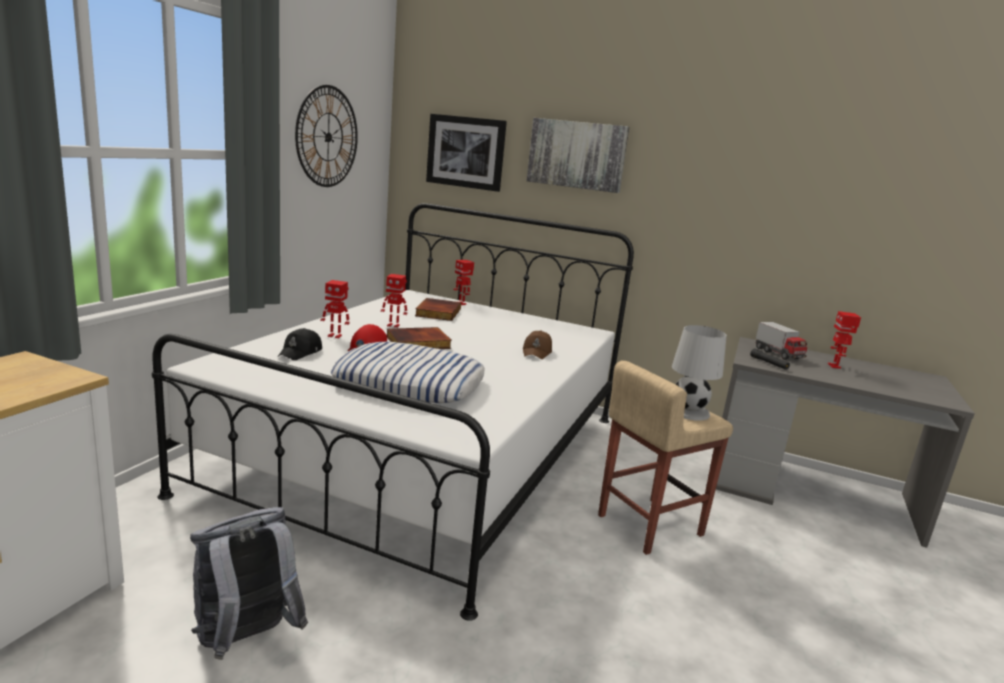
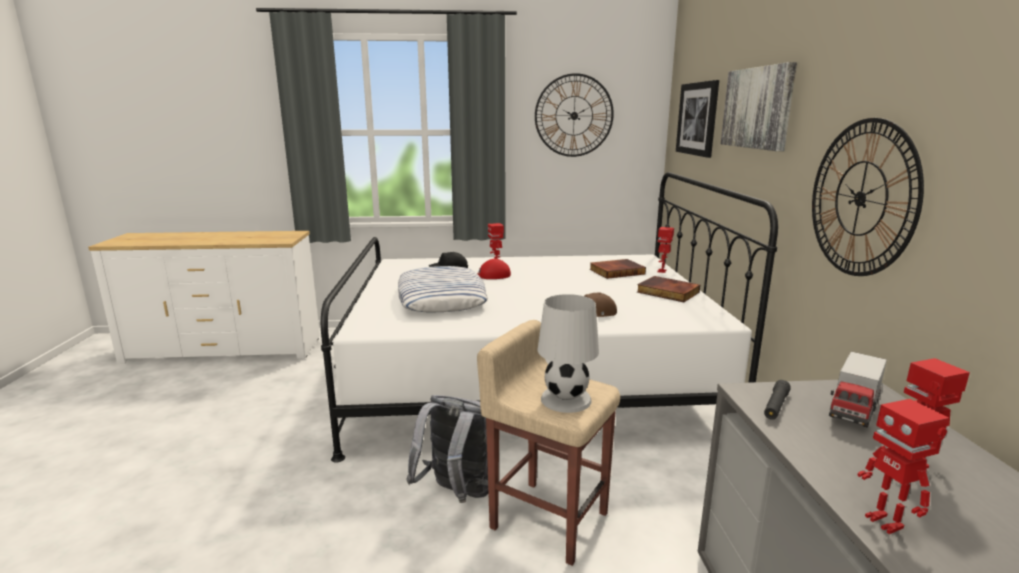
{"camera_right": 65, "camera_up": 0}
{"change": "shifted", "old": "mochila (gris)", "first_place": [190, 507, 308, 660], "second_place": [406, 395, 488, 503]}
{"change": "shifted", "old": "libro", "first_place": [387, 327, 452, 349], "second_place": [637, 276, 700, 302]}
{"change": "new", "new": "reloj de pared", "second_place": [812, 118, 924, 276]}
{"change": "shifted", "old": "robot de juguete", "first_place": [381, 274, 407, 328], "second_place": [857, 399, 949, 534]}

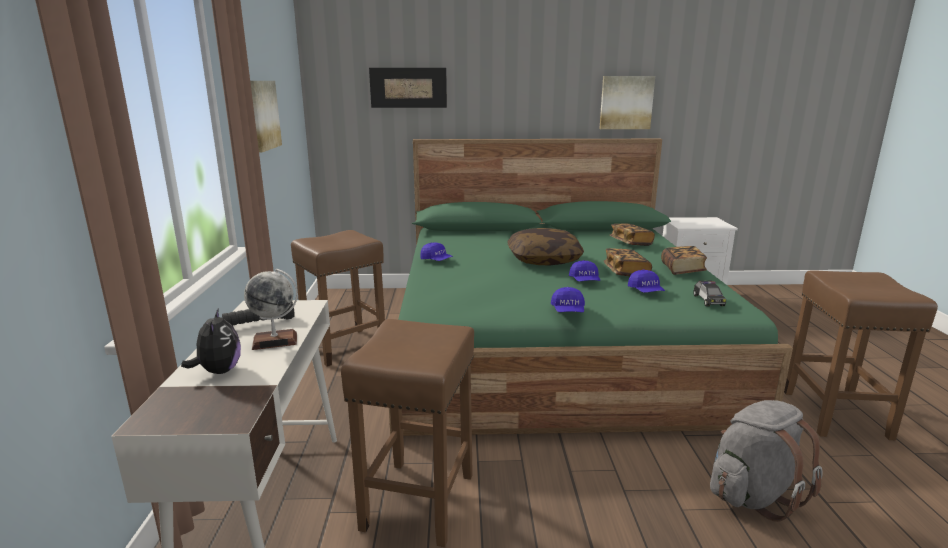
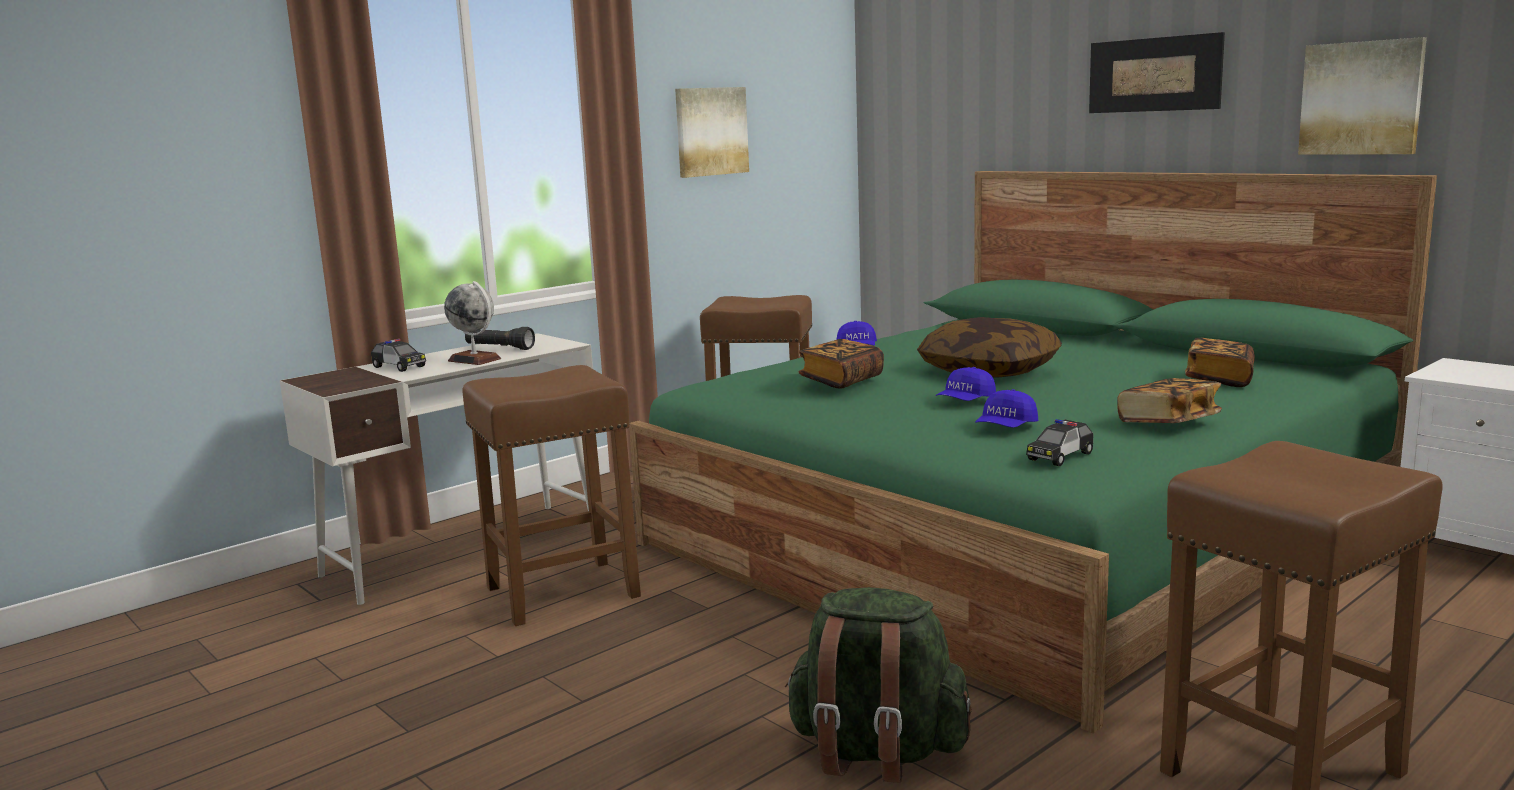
{"camera_right": 50, "camera_up": -5}
{"change": "swapped", "old": "peluche", "new": "coche de juguete", "first_place": [181, 307, 241, 374], "second_place": [371, 339, 426, 372]}
{"change": "repainted", "old": "mochila (gris)", "new": "mochila (verde)", "first_place": [710, 400, 823, 522], "second_place": [785, 587, 972, 783]}
{"change": "shifted", "old": "libro", "first_place": [604, 248, 652, 276], "second_place": [799, 339, 884, 389]}
{"change": "shifted", "old": "cuadro", "first_place": [369, 68, 447, 108], "second_place": [1089, 32, 1225, 113]}
{"change": "gone", "old": "gorra (azul)", "first_place": [551, 287, 585, 312]}

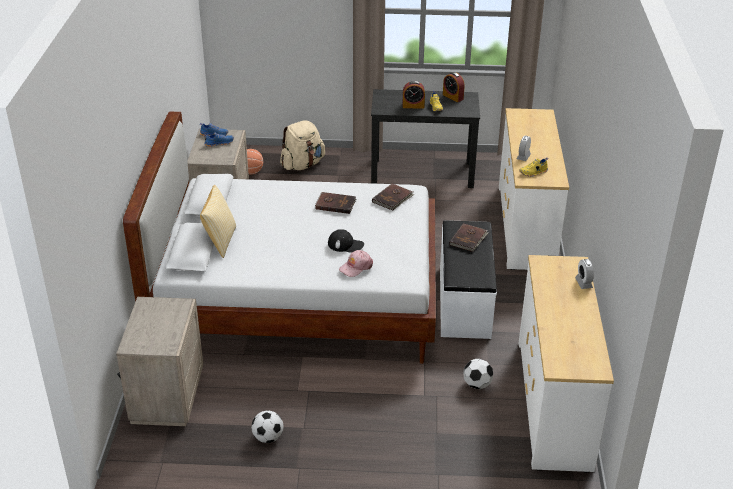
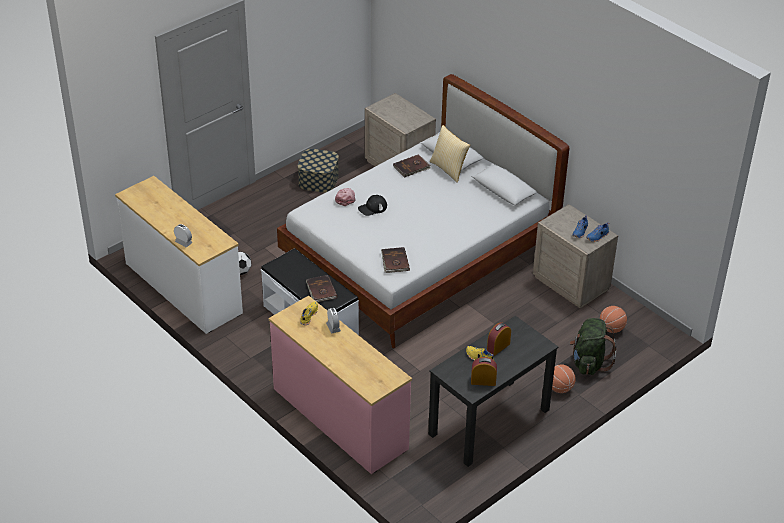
{"camera_right": 135, "camera_up": 5}
{"change": "repainted", "old": "cómoda (blanco)", "new": "cómoda (rosa)", "first_place": [499, 108, 569, 270], "second_place": [269, 295, 412, 474]}
{"change": "swapped", "old": "balón de fútbol", "new": "caja de almacenaje", "first_place": [251, 411, 283, 443], "second_place": [297, 149, 339, 193]}
{"change": "shifted", "old": "libro (marrón)", "first_place": [315, 192, 356, 214], "second_place": [393, 155, 431, 177]}
{"change": "new", "new": "balón de baloncesto", "second_place": [552, 365, 576, 393]}
{"change": "repainted", "old": "mochila (beis)", "new": "mochila (verde)", "first_place": [280, 120, 325, 170], "second_place": [570, 318, 616, 375]}

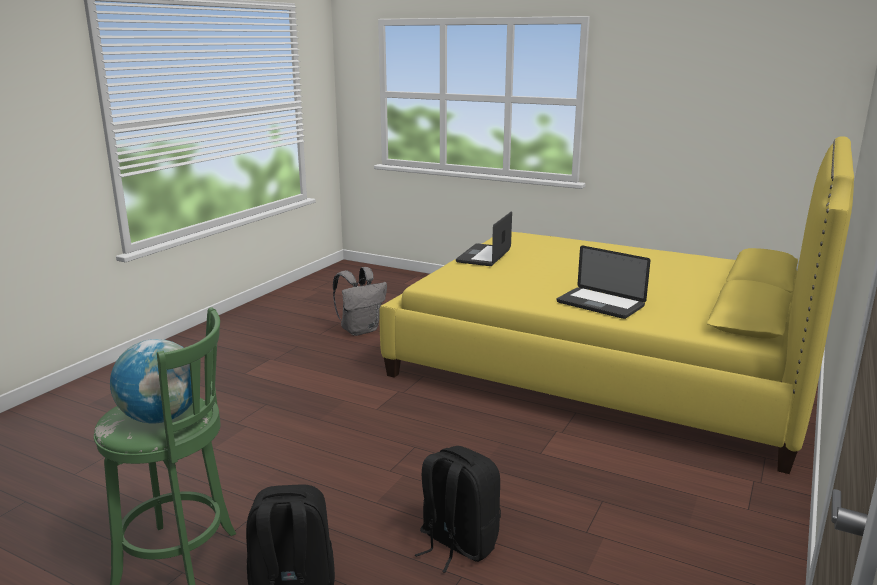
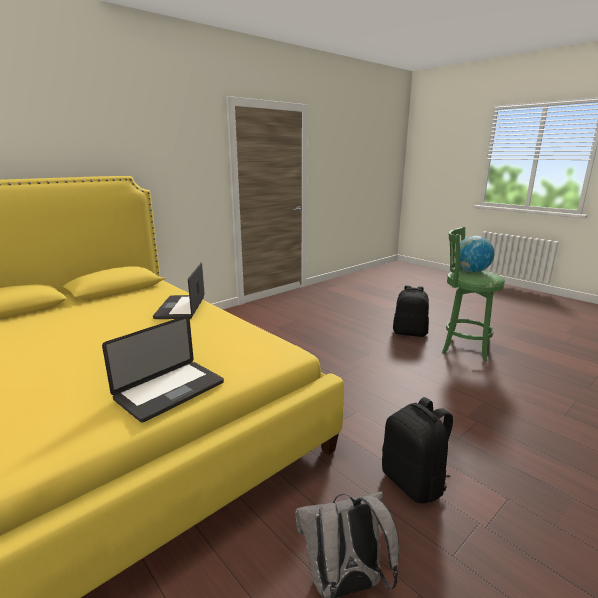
{"camera_right": -160, "camera_up": 0}
{"change": "rotated", "old": "portátil", "first_place": [557, 245, 650, 319], "second_place": [153, 263, 205, 319], "degrees": -150}
{"change": "shifted", "old": "mochila (negro)", "first_place": [415, 446, 501, 573], "second_place": [382, 397, 453, 503]}

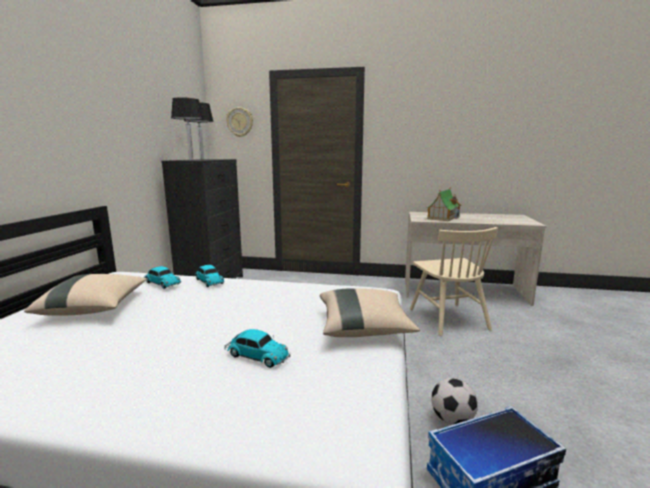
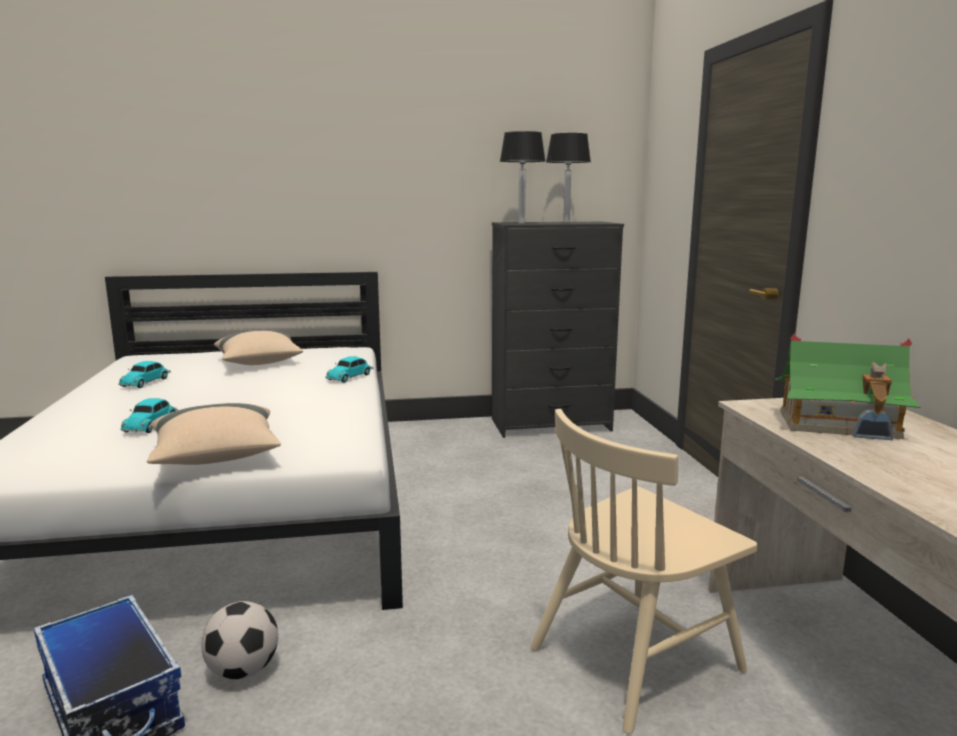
{"camera_right": 70, "camera_up": 0}
{"change": "shifted", "old": "coche de juguete", "first_place": [143, 266, 181, 289], "second_place": [118, 361, 171, 388]}
{"change": "gone", "old": "reloj de pared", "first_place": [226, 107, 253, 137]}

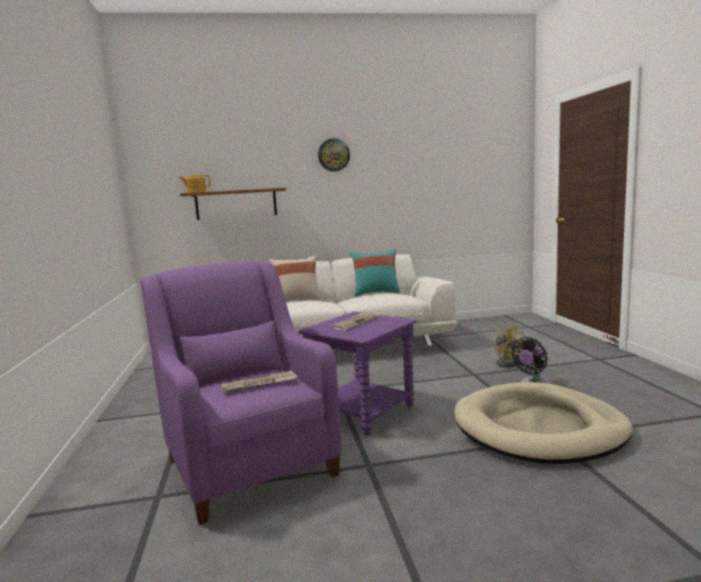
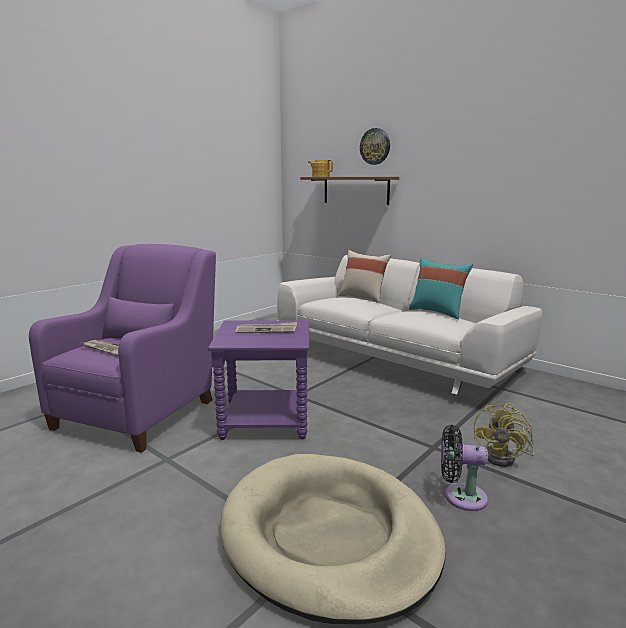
{"camera_right": 50, "camera_up": 5}
{"change": "shifted", "old": "reloj de pared", "first_place": [318, 138, 350, 172], "second_place": [360, 128, 390, 165]}

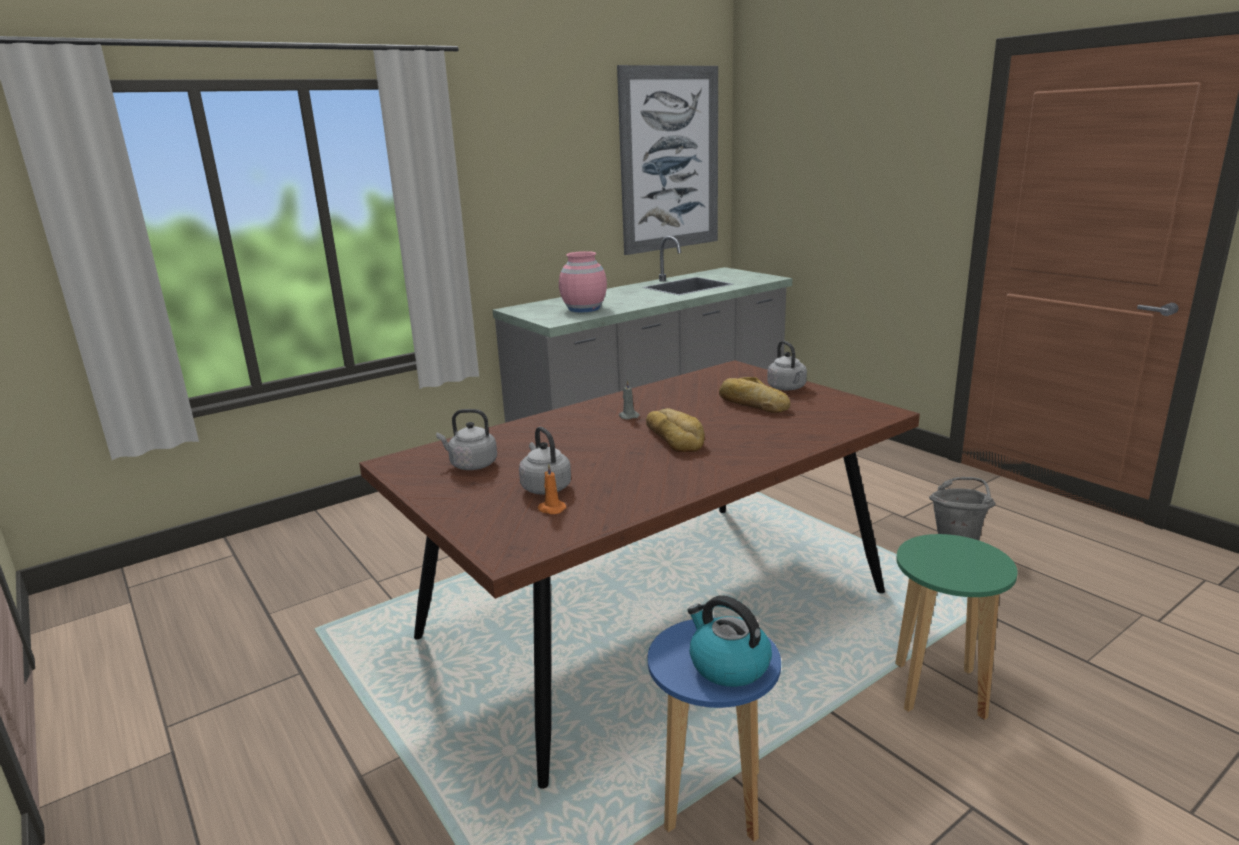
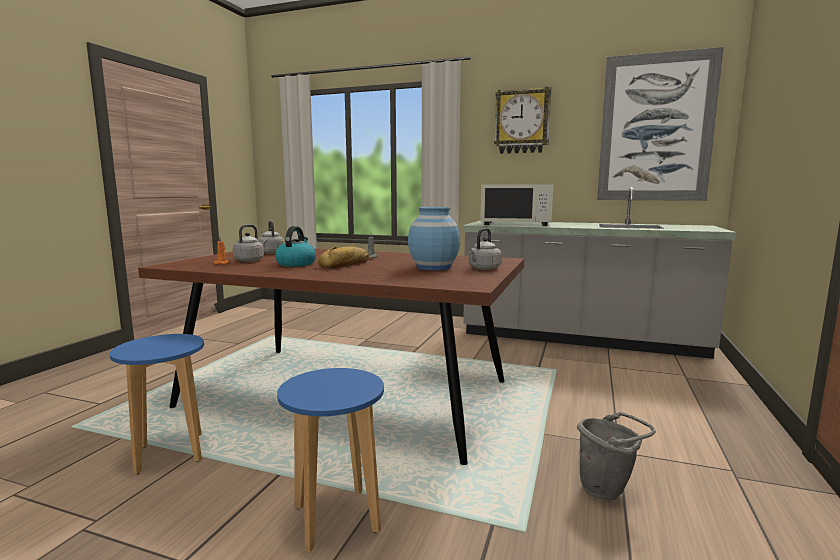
{"camera_right": 55, "camera_up": -10}
{"change": "shifted", "old": "hervidor", "first_place": [688, 595, 772, 687], "second_place": [275, 226, 316, 267]}
{"change": "repainted", "old": "taburete (verde)", "new": "taburete (azul)", "first_place": [895, 534, 1018, 720], "second_place": [277, 368, 384, 553]}
{"change": "swapped", "old": "pan", "new": "florero (azul)", "first_place": [719, 377, 790, 413], "second_place": [408, 207, 460, 270]}
{"change": "swapped", "old": "florero (rosa)", "new": "microondas (blanco)", "first_place": [559, 251, 607, 312], "second_place": [480, 184, 553, 226]}
{"change": "new", "new": "reloj de pared", "second_place": [494, 87, 551, 154]}

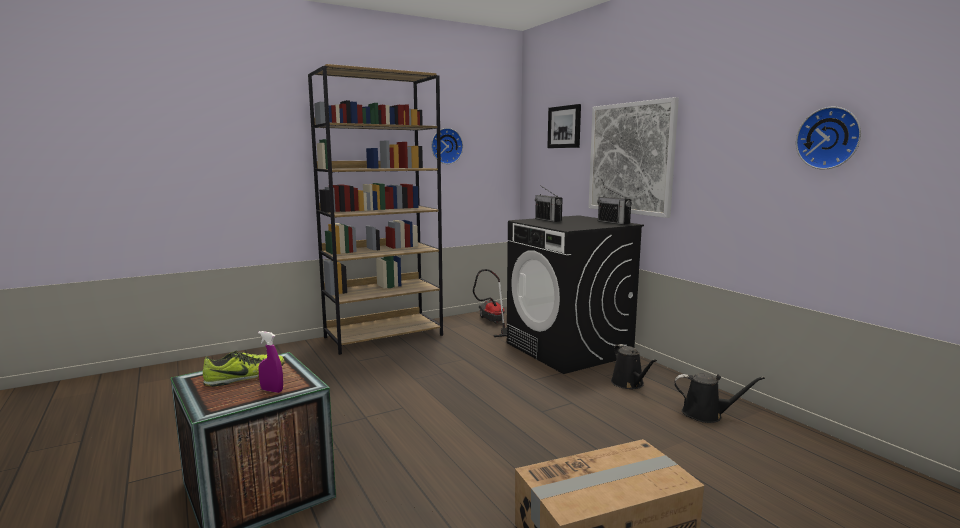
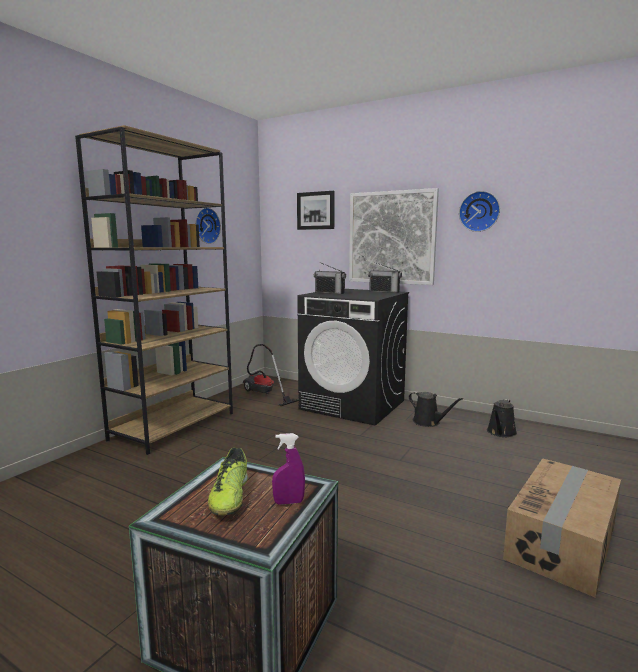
{"camera_right": -30, "camera_up": 0}
{"change": "rotated", "old": "zapato", "first_place": [203, 351, 285, 387], "second_place": [208, 448, 248, 515], "degrees": 150}
{"change": "shifted", "old": "reloj de pared", "first_place": [796, 107, 861, 169], "second_place": [459, 191, 500, 232]}
{"change": "rotated", "old": "regadera (negro)", "first_place": [674, 373, 765, 423], "second_place": [487, 399, 517, 437], "degrees": 135}

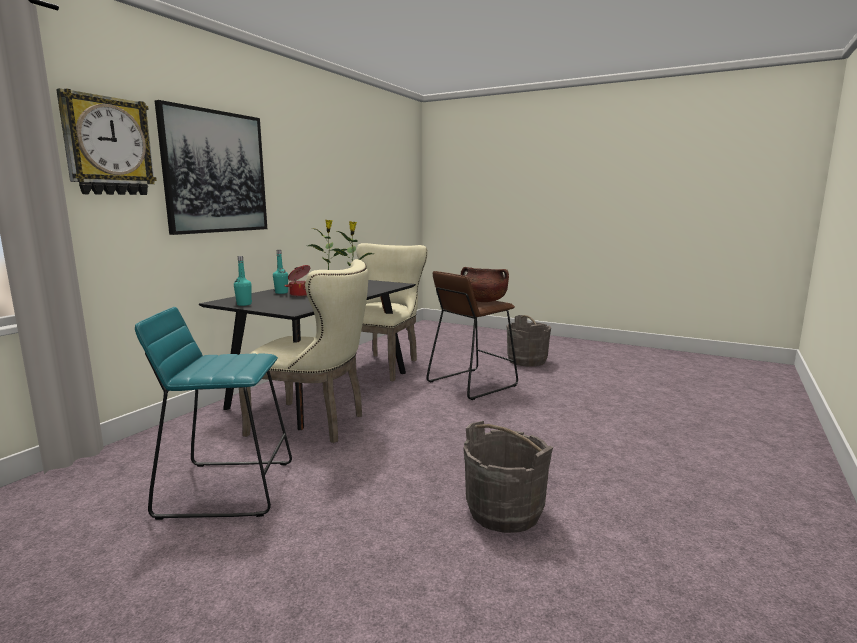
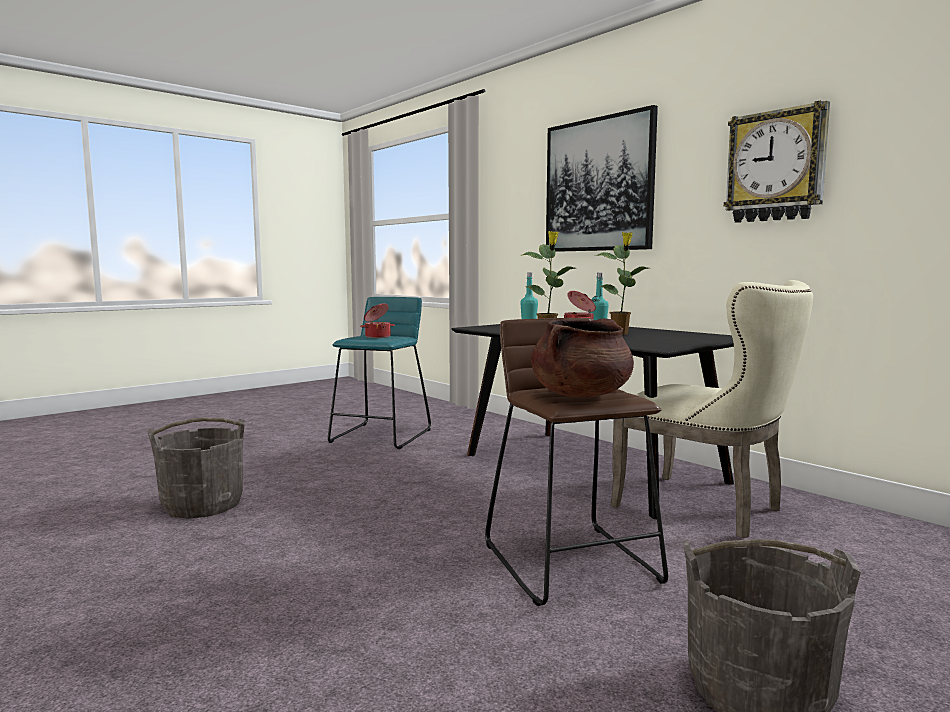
{"camera_right": 110, "camera_up": -5}
{"change": "new", "new": "olla", "second_place": [360, 303, 395, 338]}
{"change": "shifted", "old": "reloj de pared", "first_place": [56, 88, 157, 195], "second_place": [724, 101, 830, 223]}
{"change": "gone", "old": "silla (beis)", "first_place": [239, 259, 368, 443]}

